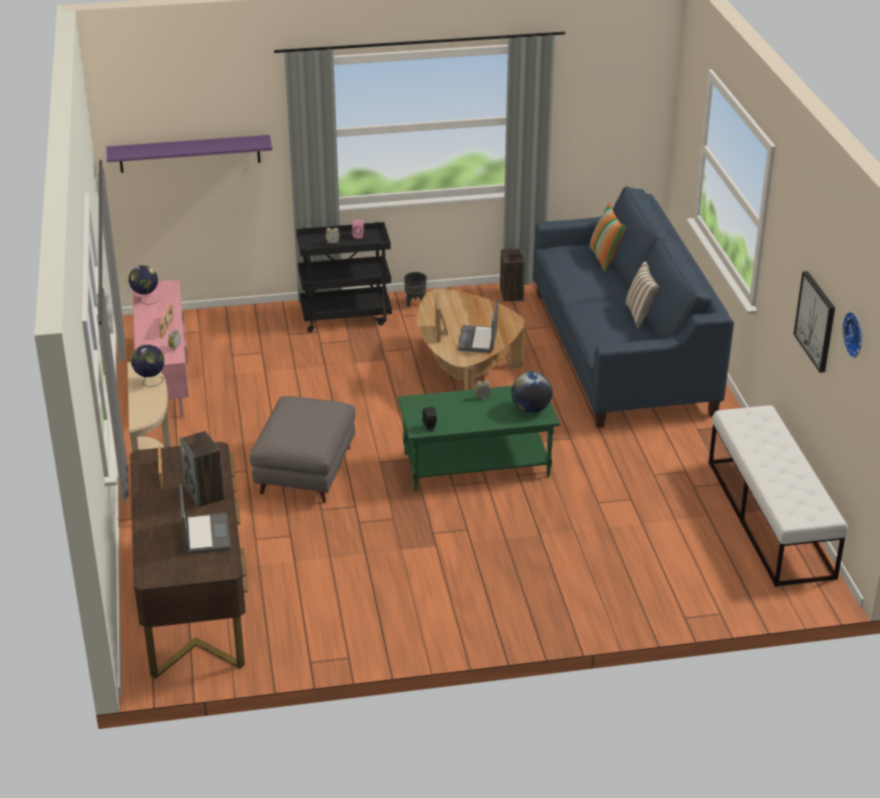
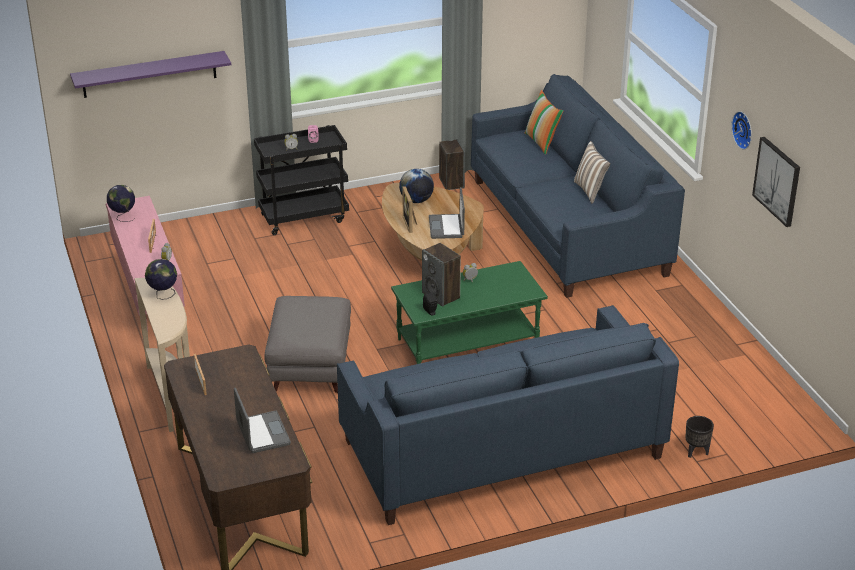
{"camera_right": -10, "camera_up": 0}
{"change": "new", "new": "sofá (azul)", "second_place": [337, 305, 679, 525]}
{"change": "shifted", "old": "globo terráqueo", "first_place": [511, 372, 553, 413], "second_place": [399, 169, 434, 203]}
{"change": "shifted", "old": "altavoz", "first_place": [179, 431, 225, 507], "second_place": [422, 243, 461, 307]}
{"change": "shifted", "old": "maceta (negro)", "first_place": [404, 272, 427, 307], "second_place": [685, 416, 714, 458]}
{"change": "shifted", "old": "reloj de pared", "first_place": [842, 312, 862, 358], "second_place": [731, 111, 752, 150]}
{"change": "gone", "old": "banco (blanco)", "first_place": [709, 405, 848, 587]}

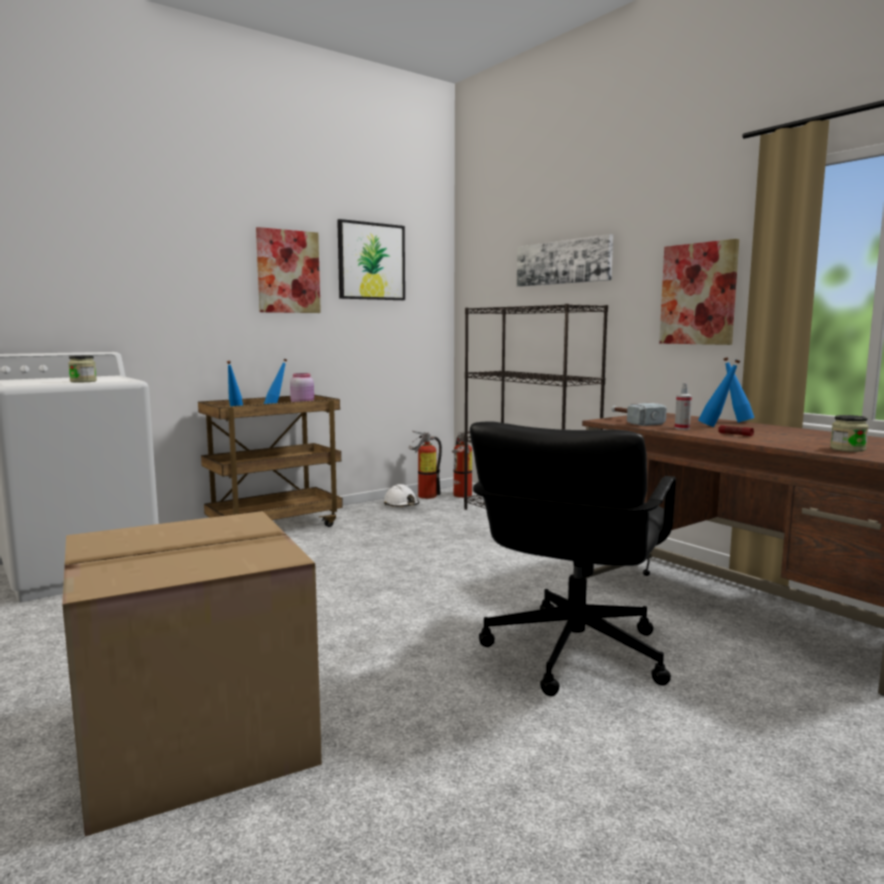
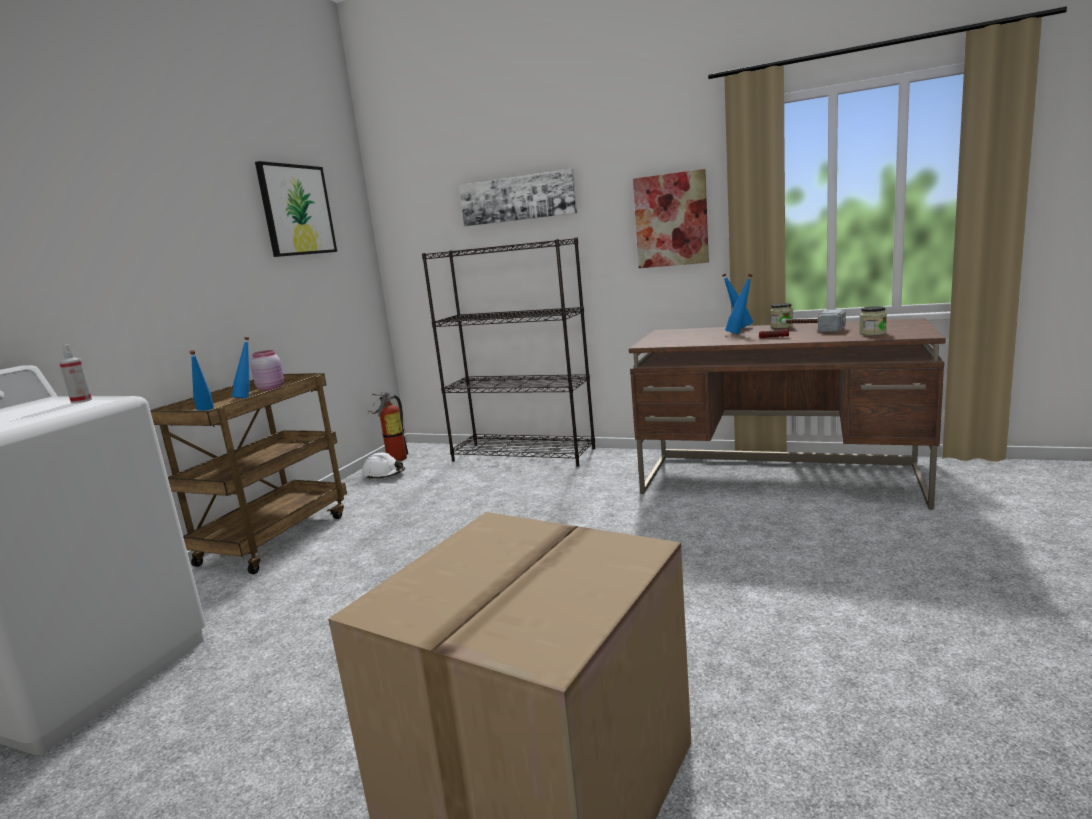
{"camera_right": -30, "camera_up": 5}
{"change": "shifted", "old": "pulverizador", "first_place": [675, 383, 692, 430], "second_place": [59, 344, 92, 404]}
{"change": "shifted", "old": "tarro", "first_place": [68, 356, 97, 383], "second_place": [770, 303, 793, 328]}
{"change": "shifted", "old": "martillo", "first_place": [611, 403, 667, 426], "second_place": [781, 309, 846, 332]}
{"change": "gone", "old": "cuadro", "first_place": [256, 227, 321, 313]}
{"change": "gone", "old": "extintor", "first_place": [452, 431, 472, 498]}
{"change": "gone", "old": "silla de oficina (negro)", "first_place": [470, 421, 676, 696]}

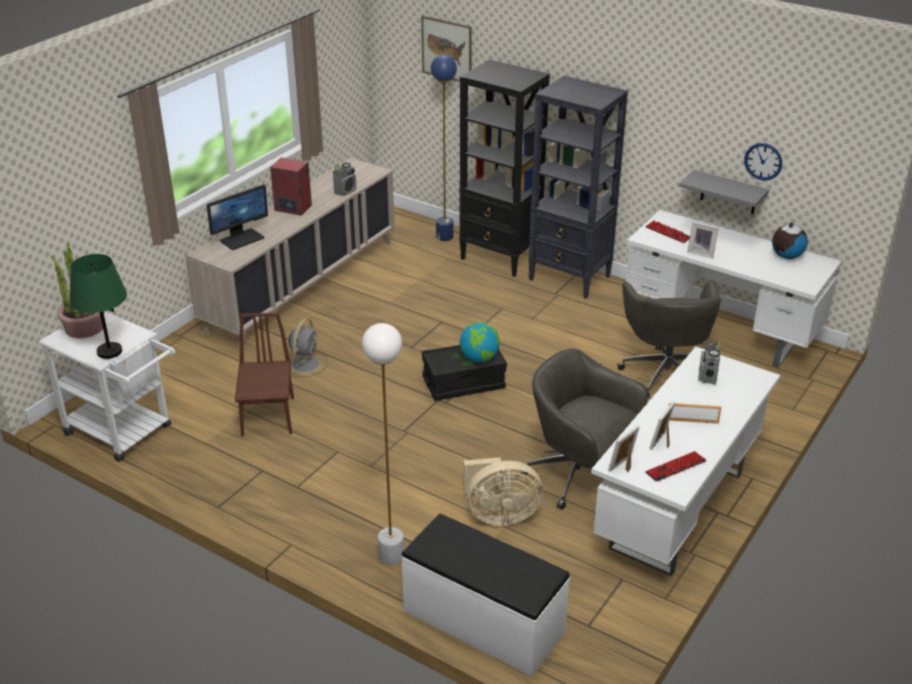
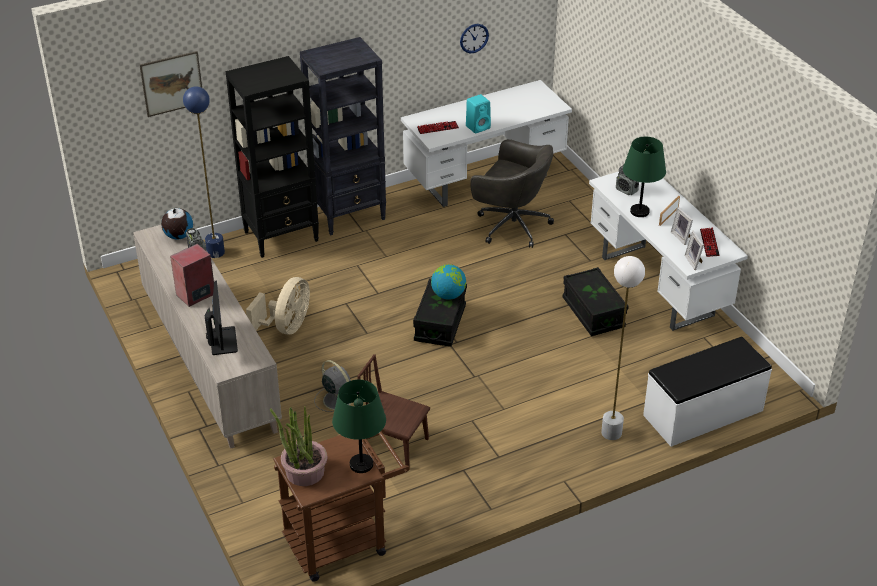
{"camera_right": -60, "camera_up": 5}
{"change": "shifted", "old": "globo terráqueo", "first_place": [772, 223, 808, 259], "second_place": [161, 208, 193, 240]}
{"change": "shifted", "old": "ventilador (beis)", "first_place": [463, 457, 543, 526], "second_place": [246, 277, 310, 334]}
{"change": "repainted", "old": "carrito (blanco)", "new": "carrito (marrón)", "first_place": [38, 312, 175, 462], "second_place": [273, 428, 410, 582]}
{"change": "swapped", "old": "portarretratos", "new": "altavoz (turquesa)", "first_place": [687, 222, 719, 259], "second_place": [466, 94, 491, 134]}
{"change": "swapped", "old": "silla de oficina (gris)", "new": "caja de almacenaje (negro)", "first_place": [522, 349, 648, 510], "second_place": [563, 267, 629, 336]}
{"change": "new", "new": "lámpara de mesa (verde)", "second_place": [623, 137, 666, 217]}
{"change": "gone", "old": "estante (gris)", "first_place": [679, 170, 769, 214]}

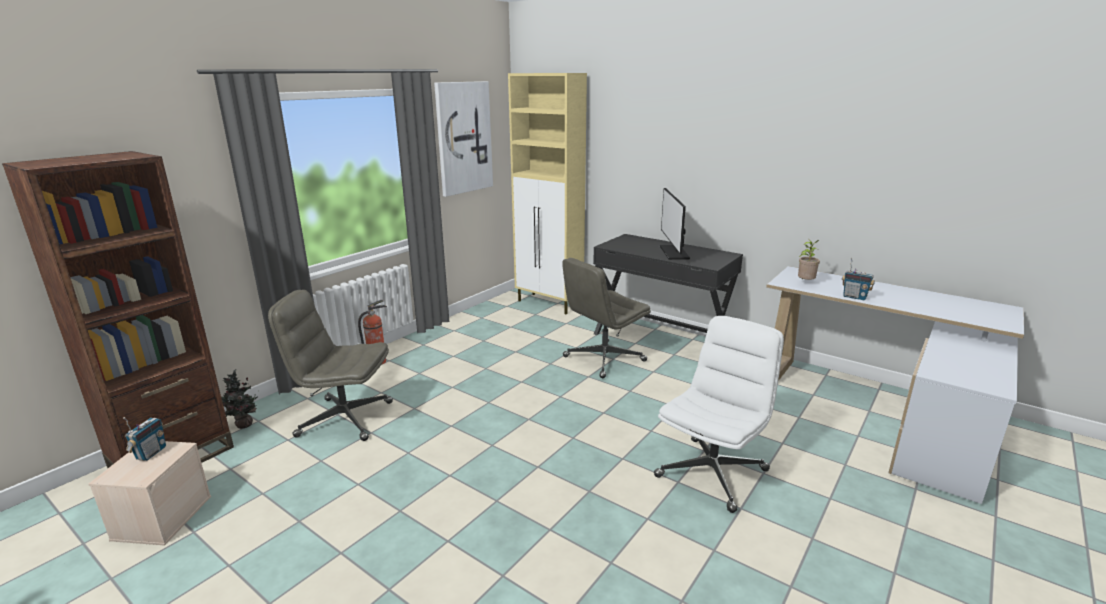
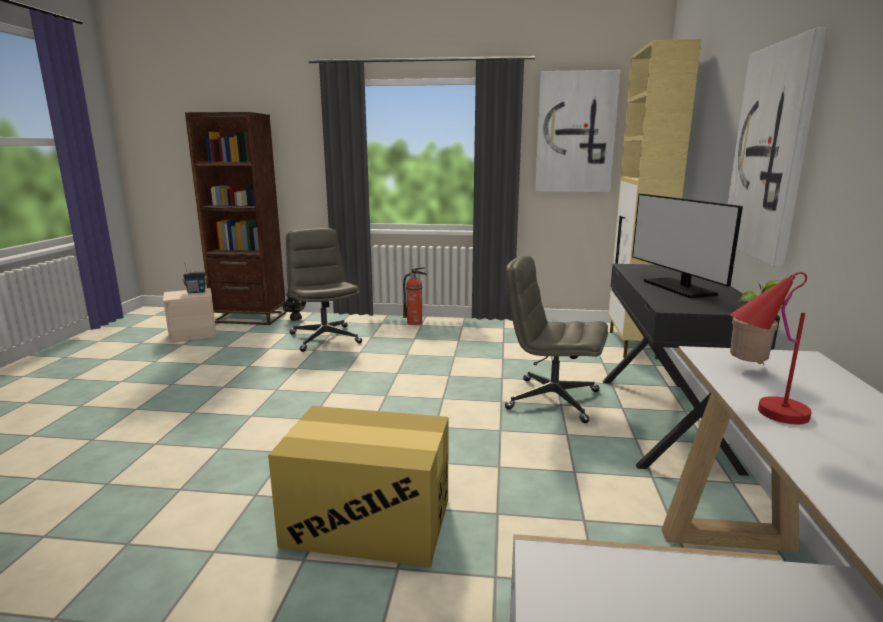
{"camera_right": 60, "camera_up": -5}
{"change": "swapped", "old": "silla de oficina (blanco)", "new": "caja de cartón", "first_place": [654, 316, 784, 513], "second_place": [268, 406, 449, 567]}
{"change": "rotated", "old": "monitor", "first_place": [660, 188, 690, 260], "second_place": [632, 194, 743, 298], "degrees": -75}
{"change": "new", "new": "cuadro", "second_place": [728, 27, 827, 267]}
{"change": "swapped", "old": "radio", "new": "lámpara de mesa (rojo)", "first_place": [842, 258, 875, 300], "second_place": [730, 272, 811, 424]}

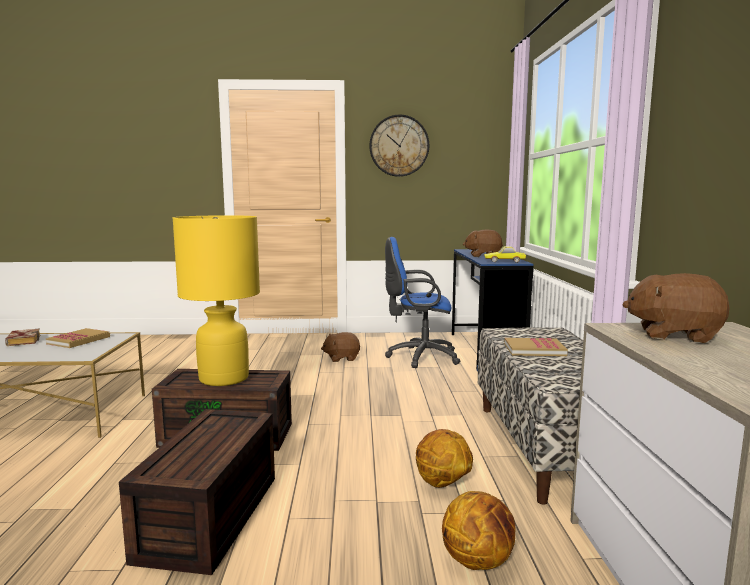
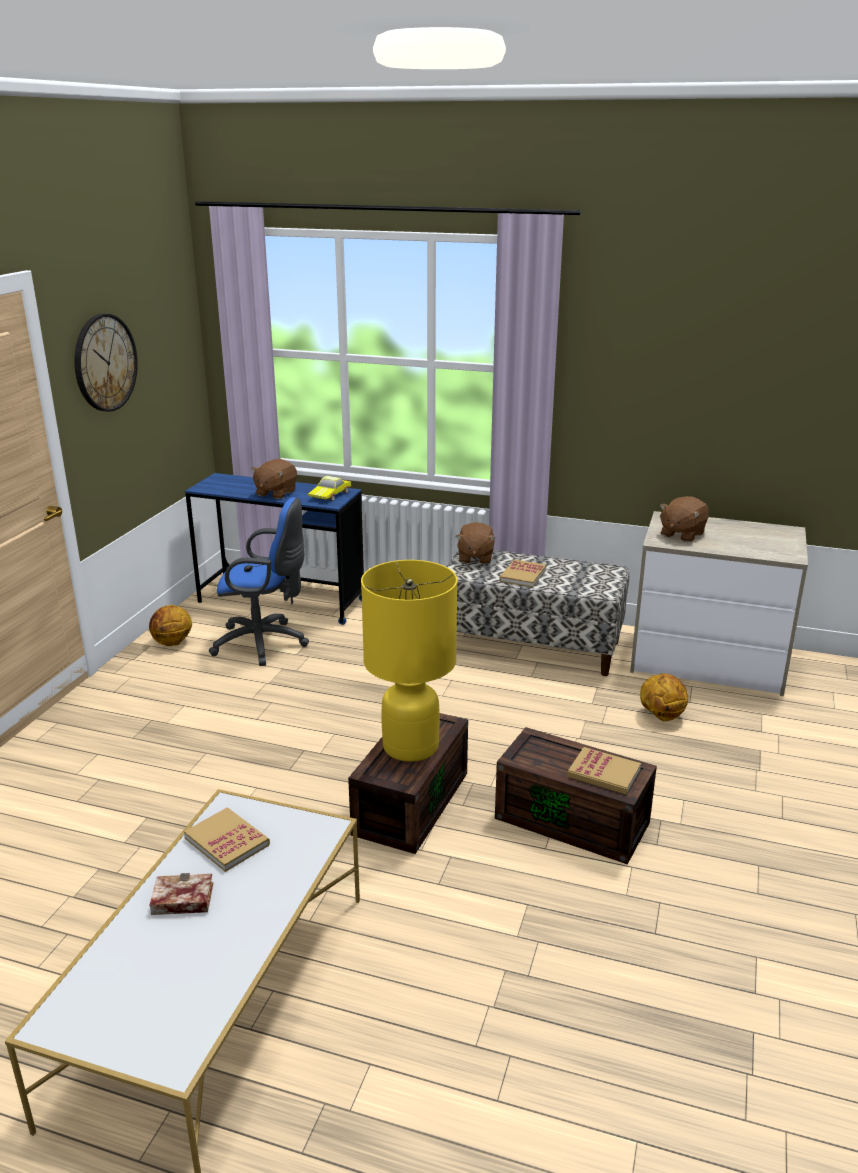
{"camera_right": -70, "camera_up": 15}
{"change": "shifted", "old": "balón de baloncesto", "first_place": [416, 429, 473, 488], "second_place": [149, 605, 192, 646]}
{"change": "rotated", "old": "silla de oficina (azul)", "first_place": [385, 237, 460, 368], "second_place": [209, 497, 309, 666], "degrees": -105}
{"change": "shifted", "old": "peluche (marrón)", "first_place": [321, 332, 360, 362], "second_place": [455, 522, 495, 564]}
{"change": "new", "new": "libro", "second_place": [567, 747, 641, 794]}

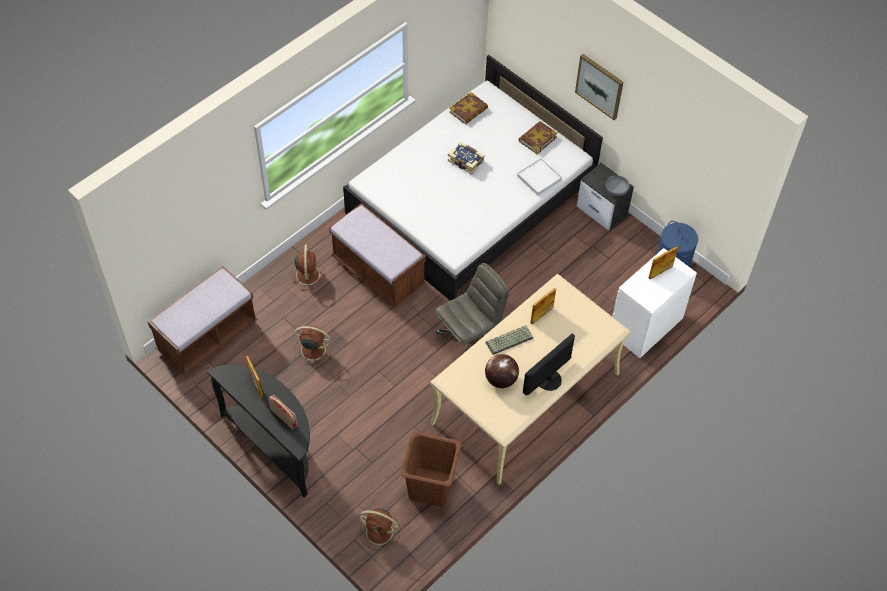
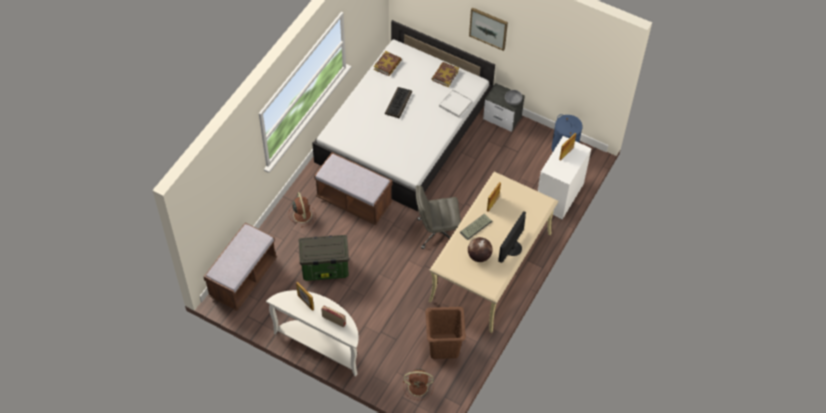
{"camera_right": -15, "camera_up": 0}
{"change": "repainted", "old": "mesa consola (negro)", "new": "mesa consola (blanco)", "first_place": [207, 364, 310, 497], "second_place": [266, 290, 359, 377]}
{"change": "swapped", "old": "ventilador (marrón)", "new": "caja de almacenaje", "first_place": [293, 326, 332, 365], "second_place": [299, 235, 349, 281]}
{"change": "swapped", "old": "libro", "new": "teclado", "first_place": [448, 142, 485, 174], "second_place": [385, 87, 412, 118]}
{"change": "rotated", "old": "silla de oficina (gris)", "first_place": [435, 263, 509, 351], "second_place": [416, 185, 461, 249], "degrees": -135}

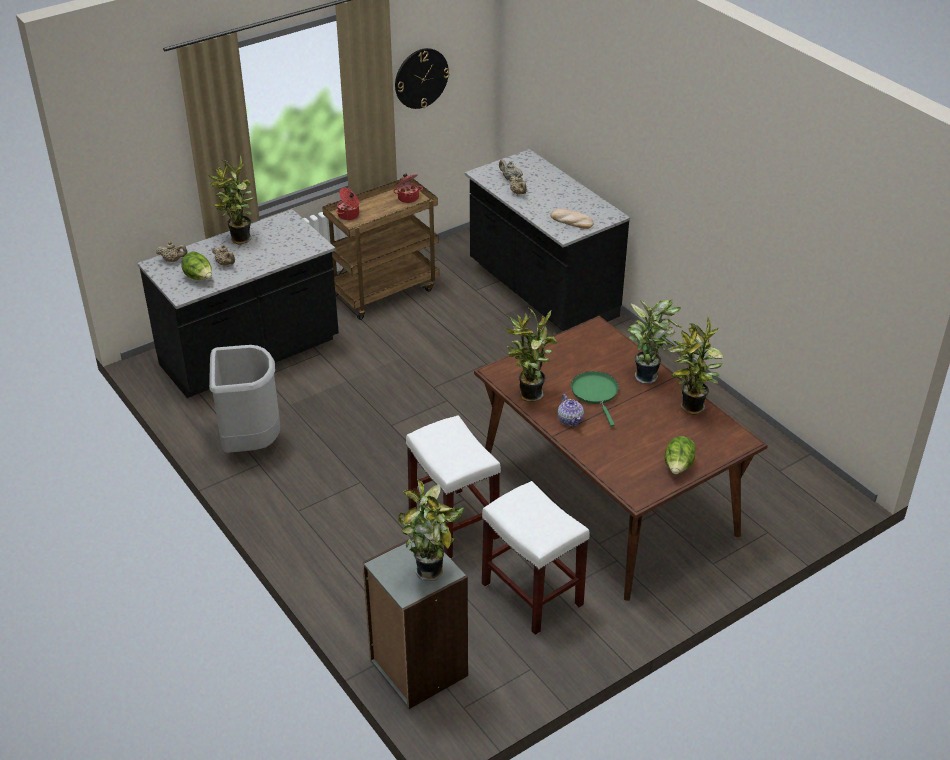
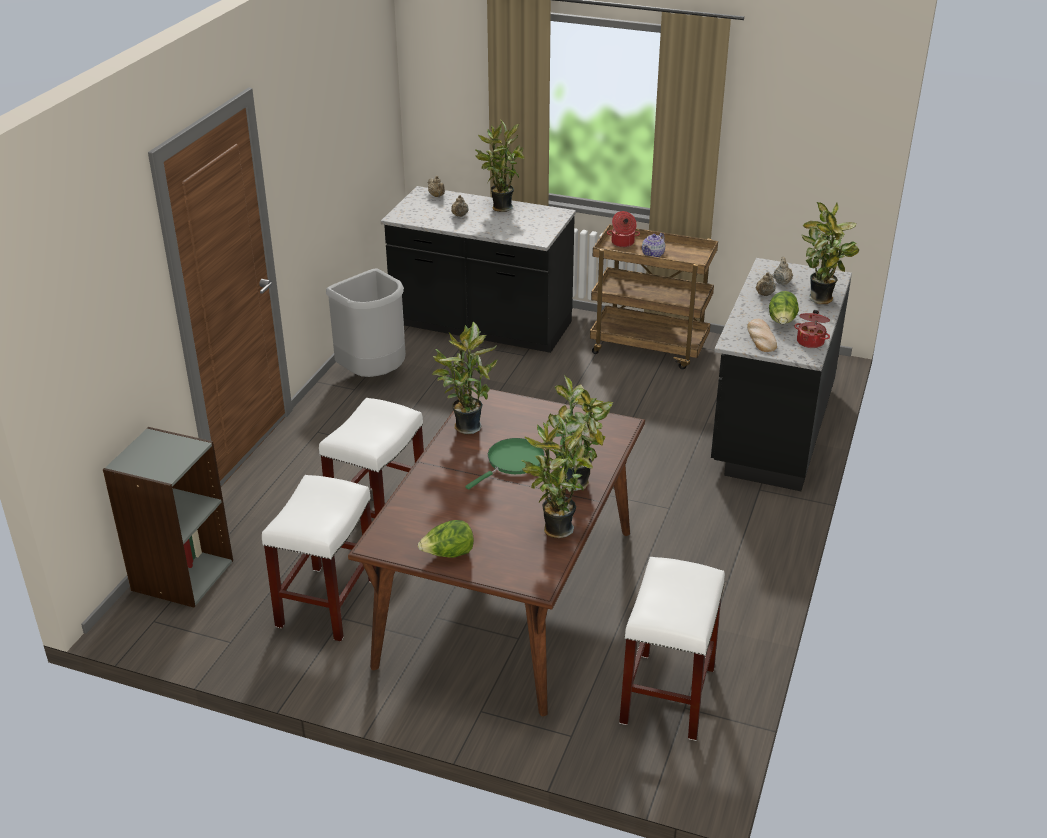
{"camera_right": 55, "camera_up": -5}
{"change": "new", "new": "taburete (blanco)", "second_place": [619, 557, 725, 741]}
{"change": "shifted", "old": "tetera", "first_place": [557, 394, 584, 426], "second_place": [642, 233, 665, 257]}
{"change": "shifted", "old": "lechuga", "first_place": [181, 251, 212, 280], "second_place": [769, 291, 799, 324]}
{"change": "shifted", "old": "olla", "first_place": [393, 173, 423, 203], "second_place": [794, 310, 830, 348]}
{"change": "shifted", "old": "planta en maceta", "first_place": [398, 478, 464, 581], "second_place": [802, 202, 859, 304]}
{"change": "gone", "old": "reloj de pared", "first_place": [395, 48, 449, 109]}

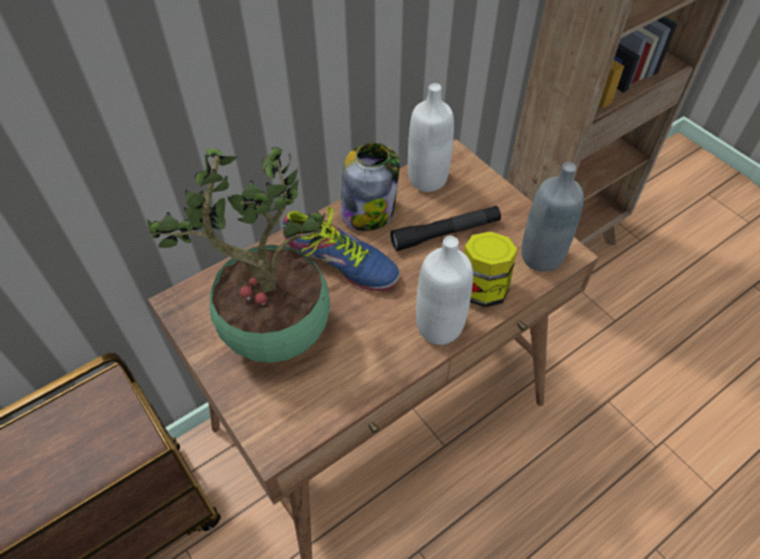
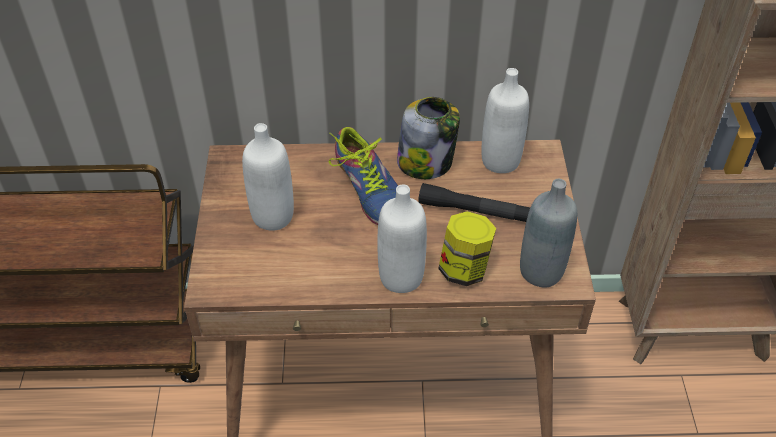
{"camera_right": 35, "camera_up": -5}
{"change": "swapped", "old": "planta en maceta", "new": "botella (blanco)", "first_place": [147, 147, 330, 363], "second_place": [242, 123, 294, 231]}

